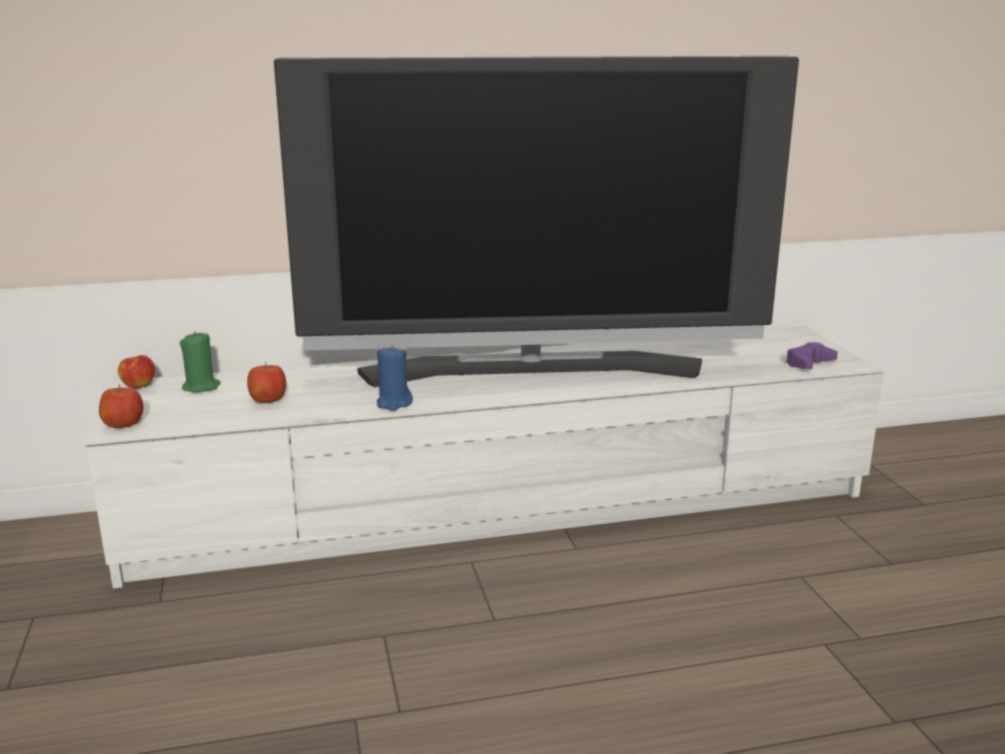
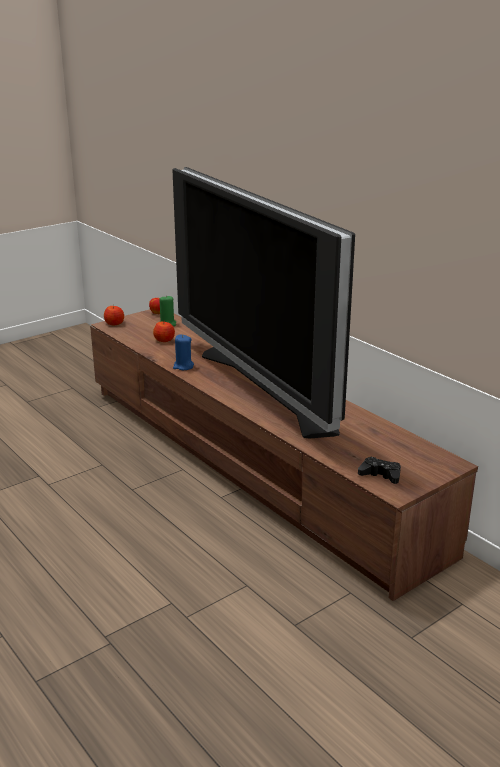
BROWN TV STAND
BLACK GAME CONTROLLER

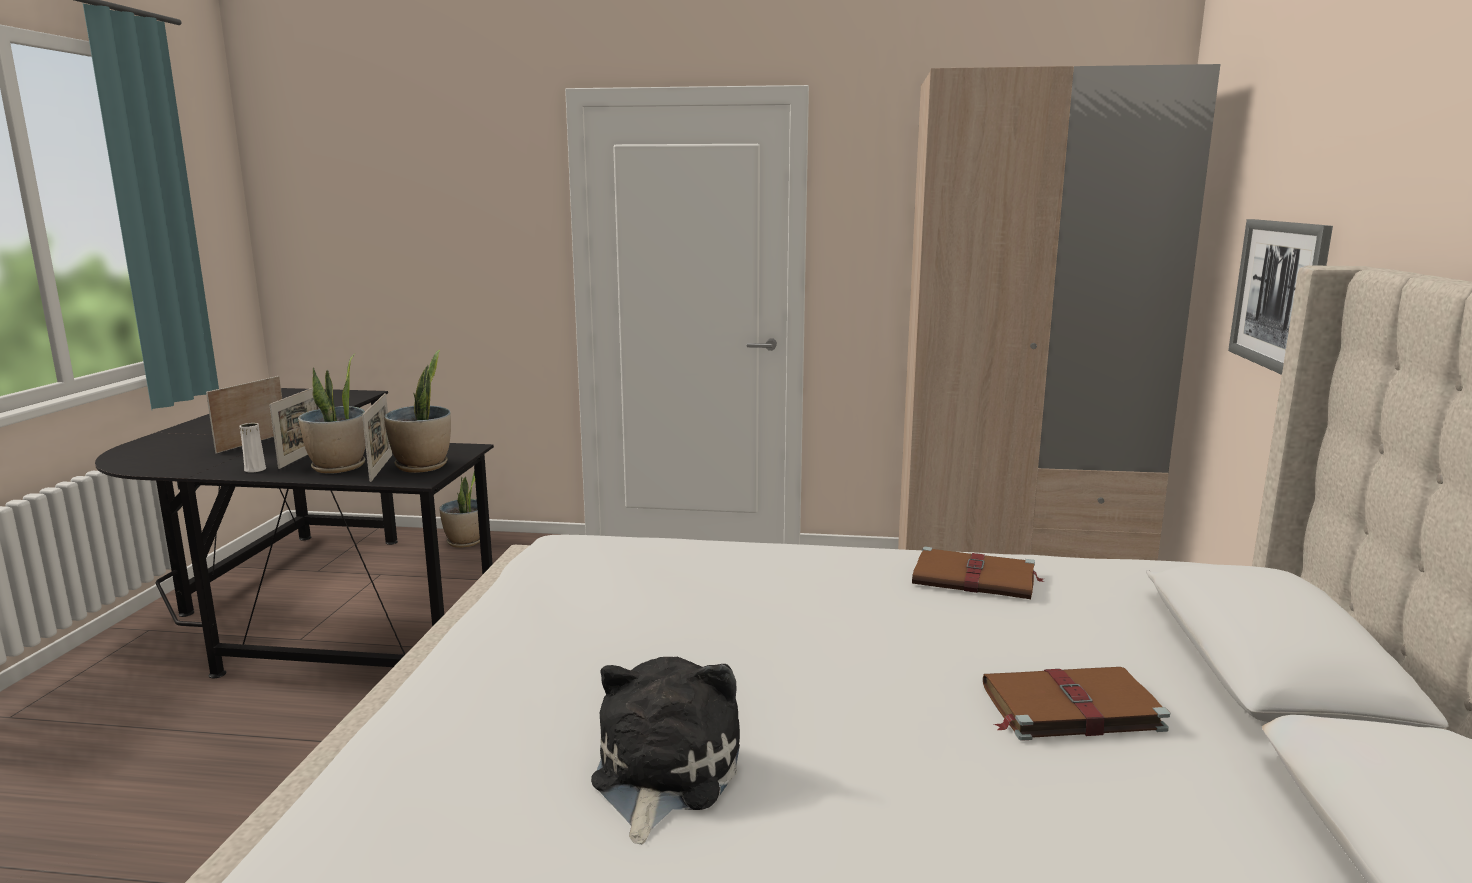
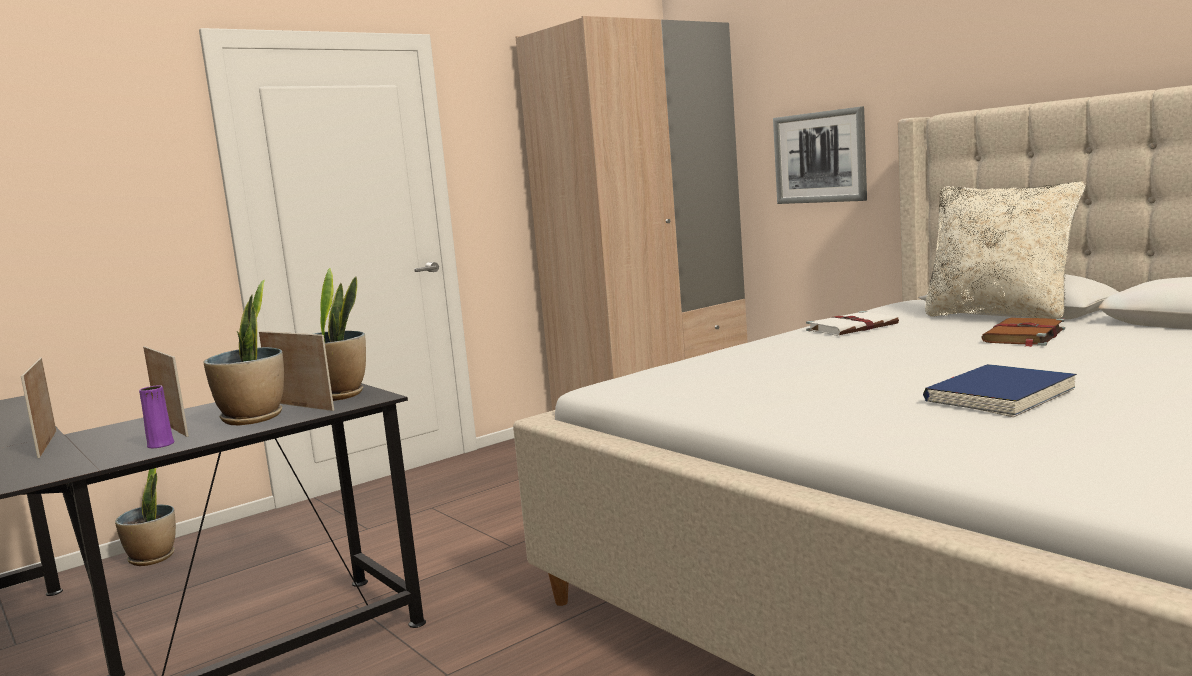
PURPLE VASE
WHITE BOOK
BLUE BOOK
BEIGE PILLOW

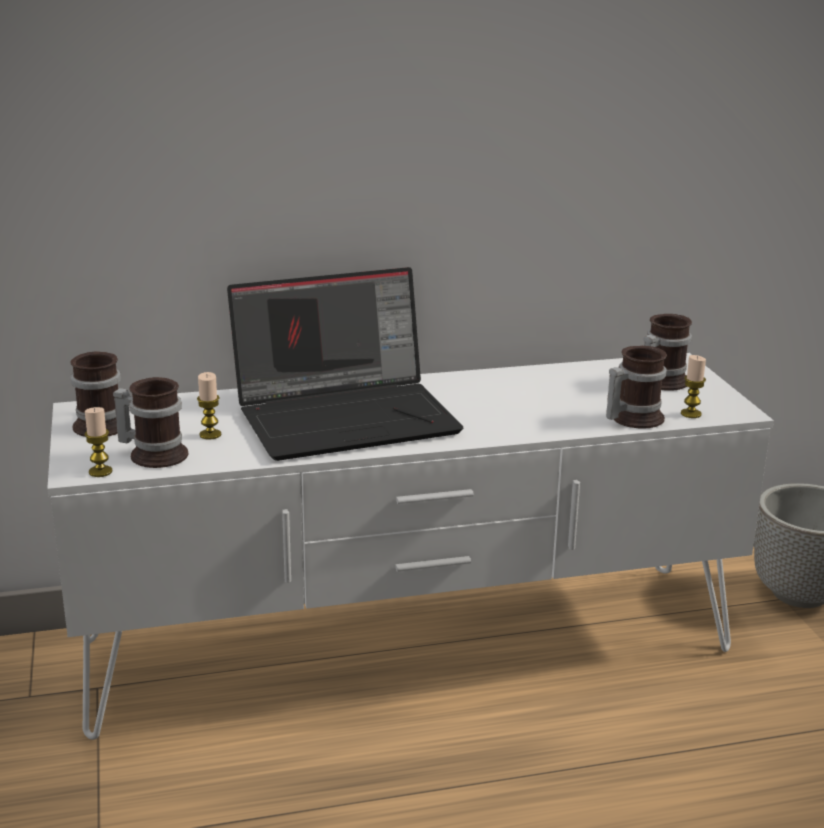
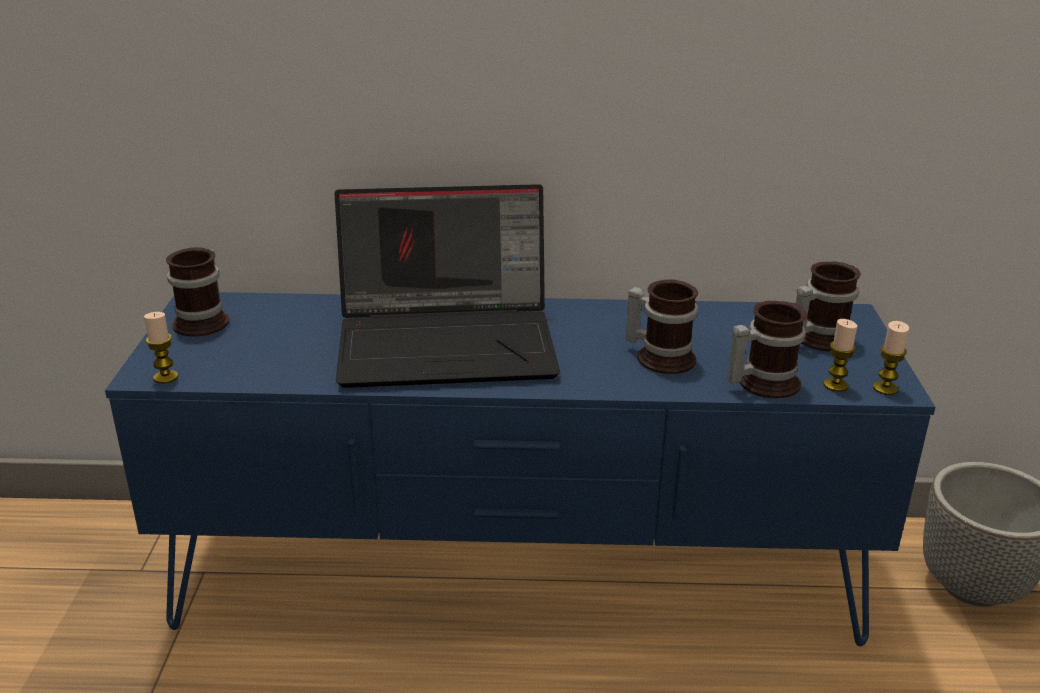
BLUE TV STAND
MUG (no. 2 from left)
CANDLE (no. 3 from left)

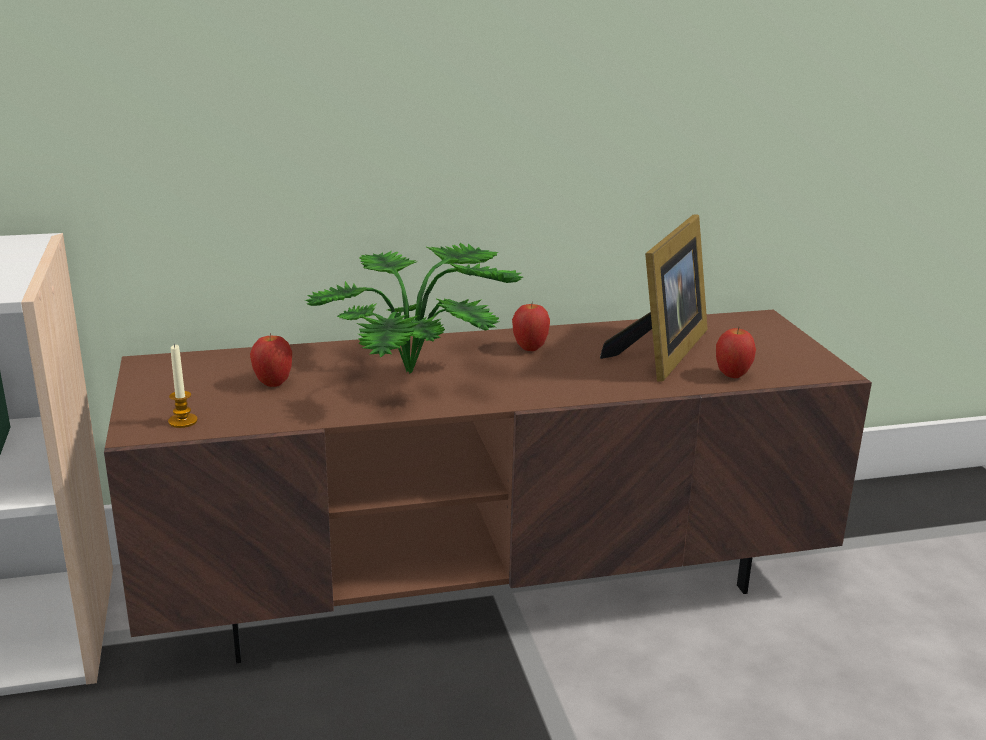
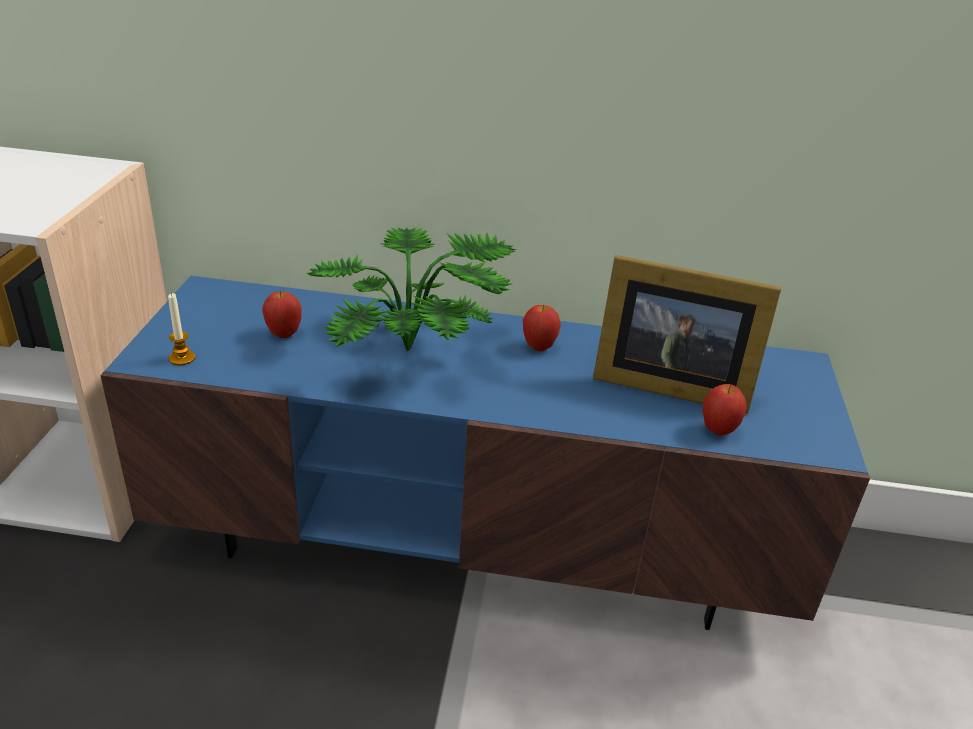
BLUE TV STAND
PICTURE FRAME

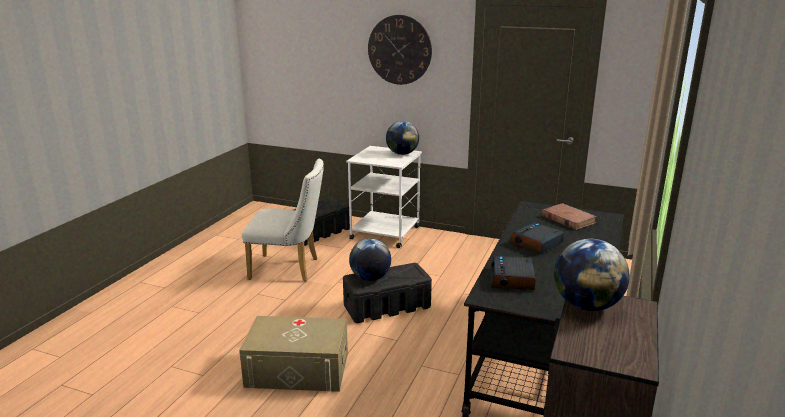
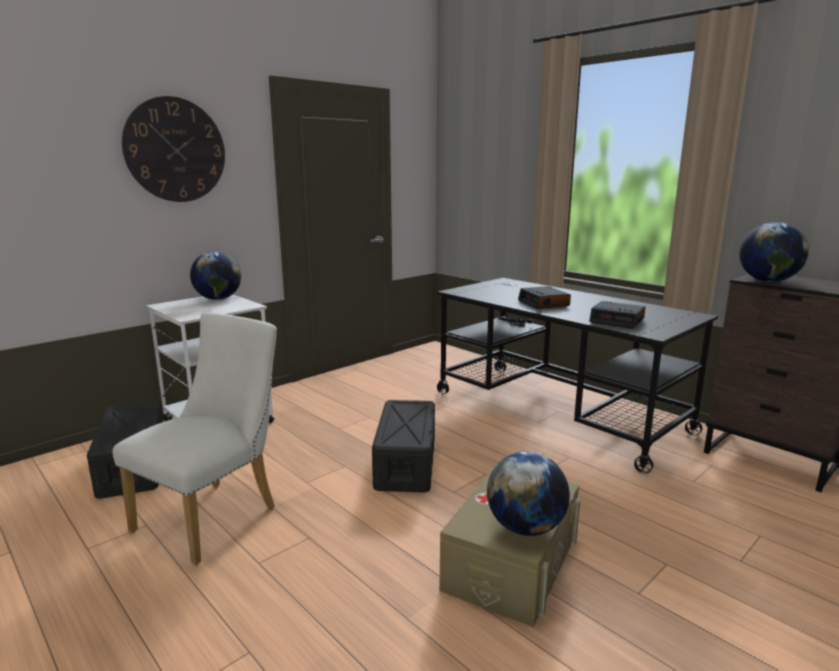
GLOBE (no. 2 from left)
BROWN BOOK

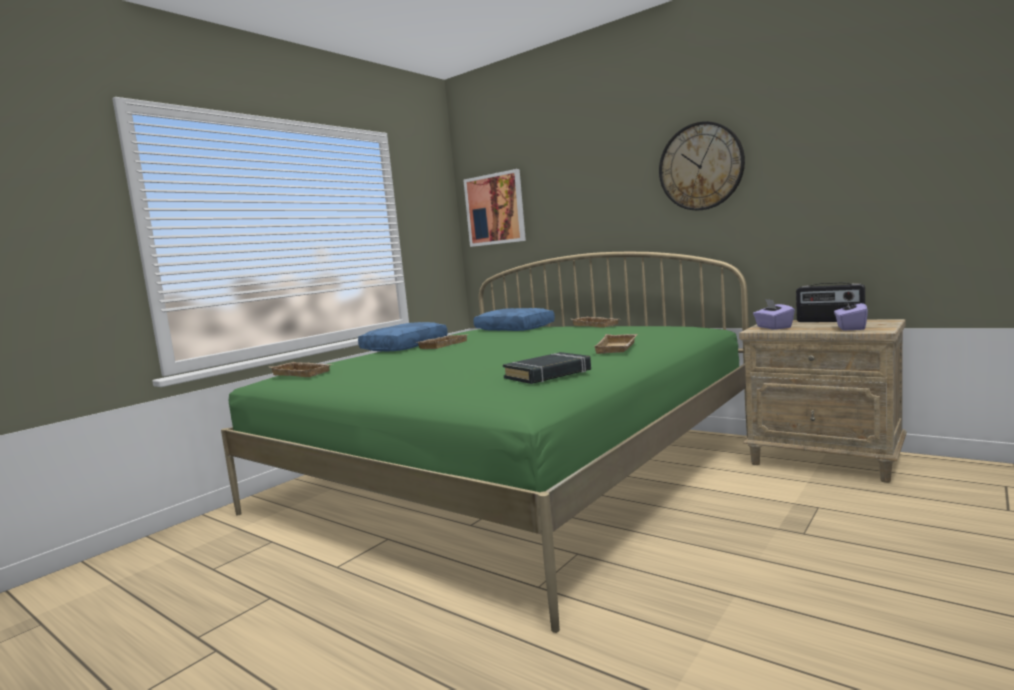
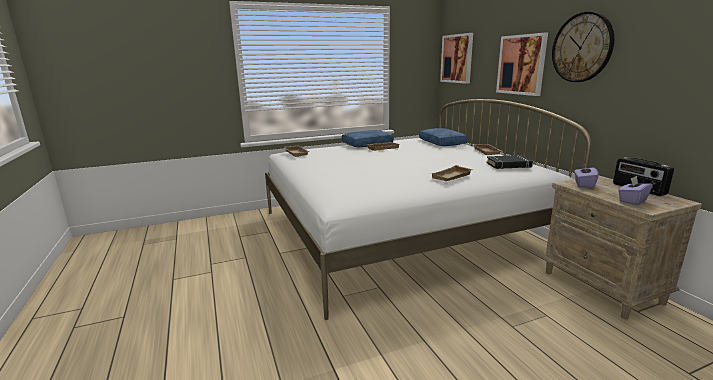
WHITE BED
BLACK BOOK
PICTURE (no. 2 from left)

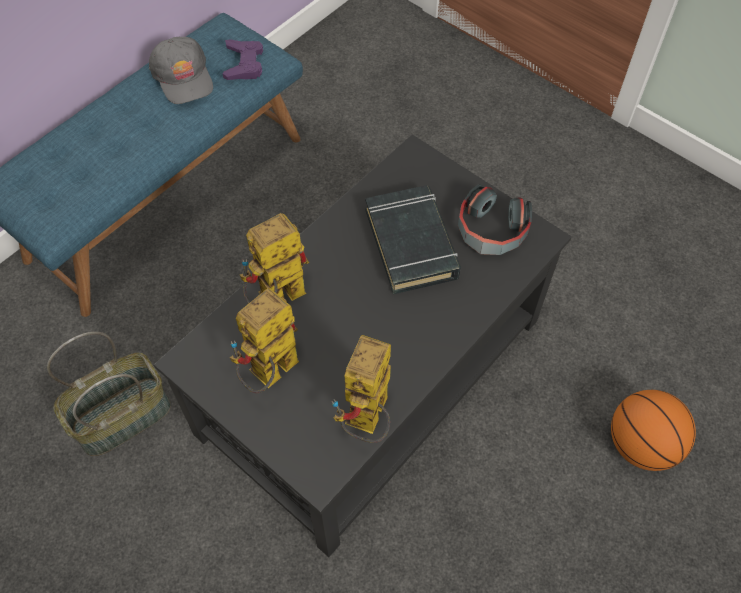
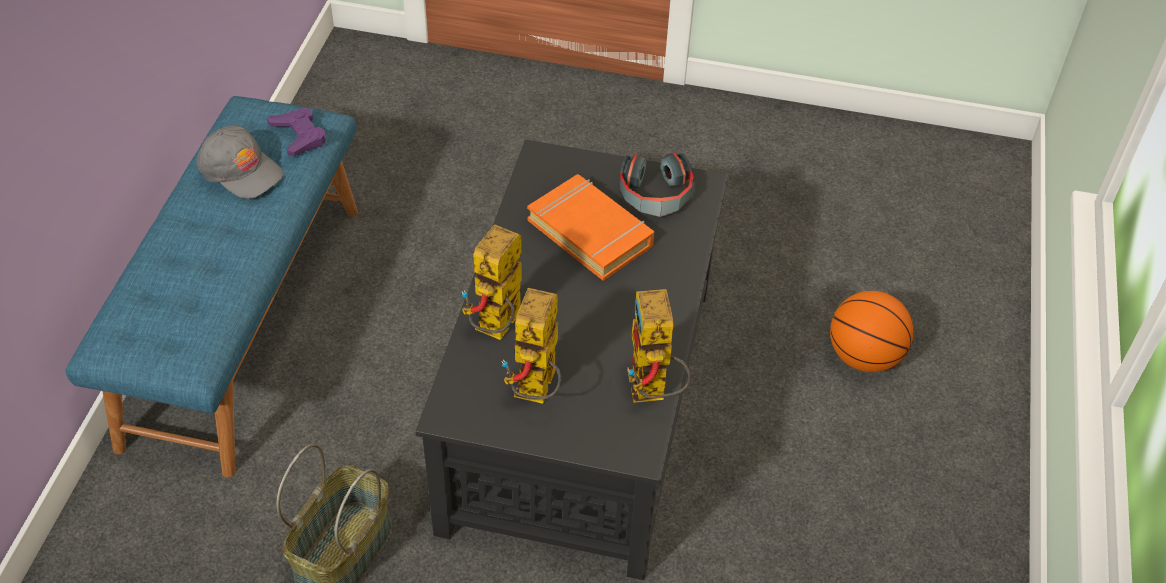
ORANGE BOOK

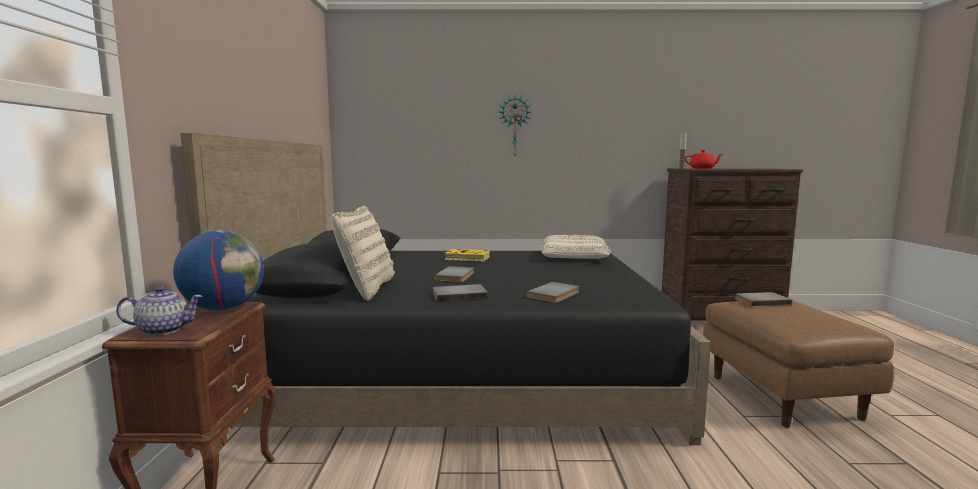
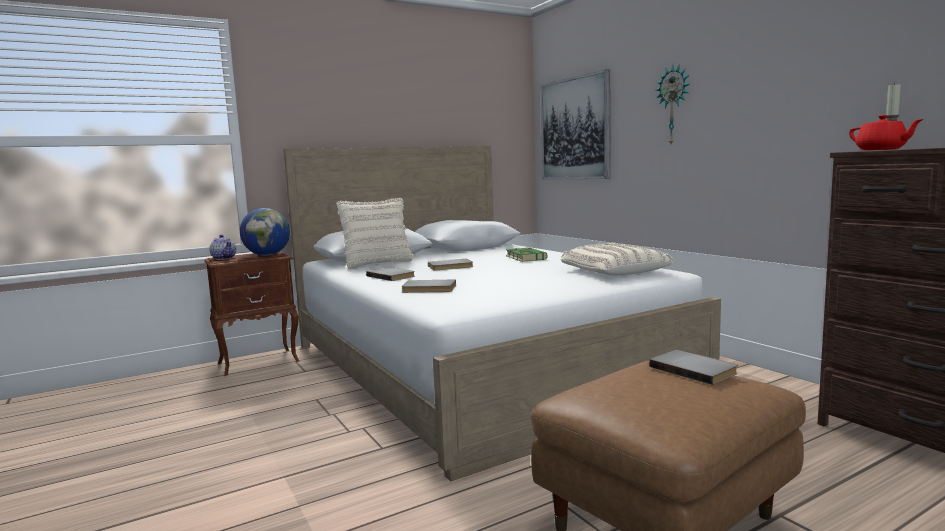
WHITE BED
GREEN BOOK
PICTURE

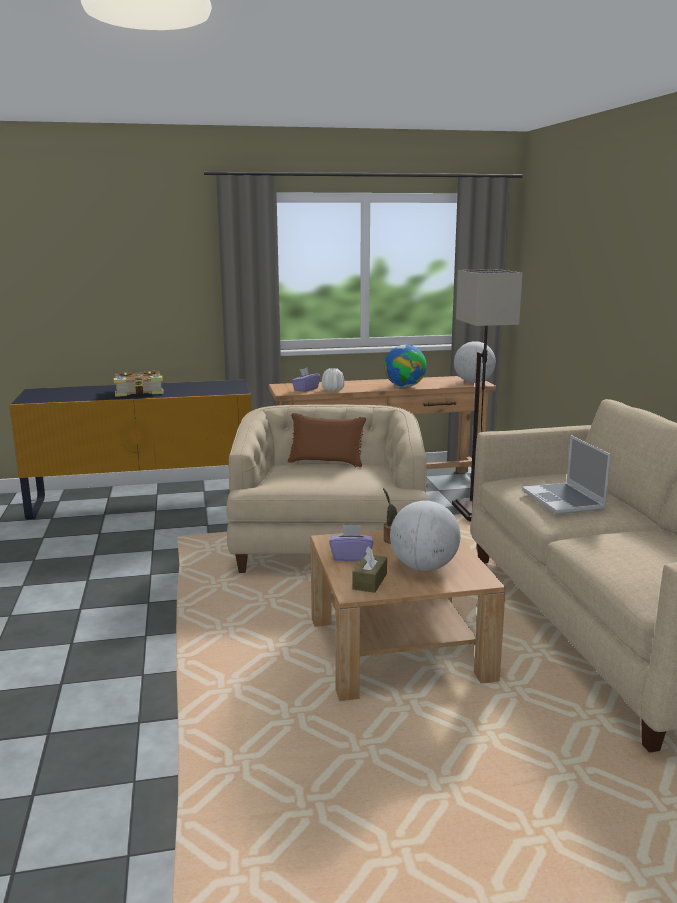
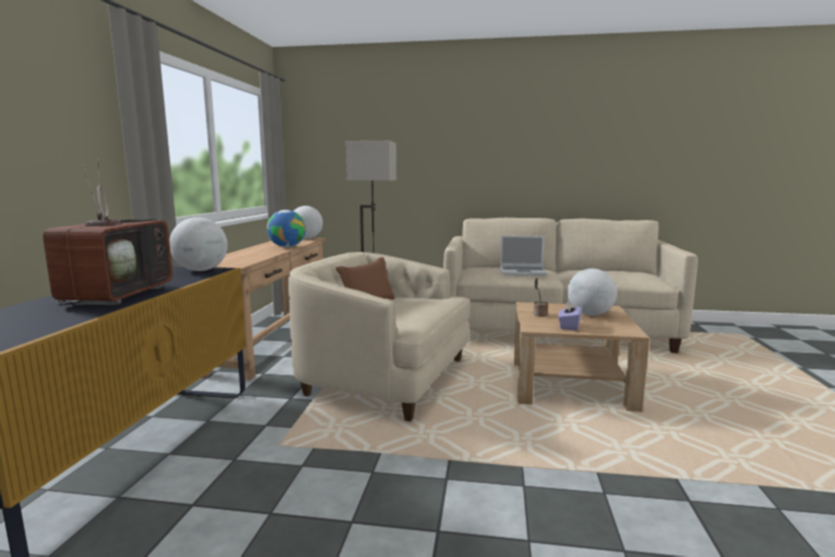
TELEVISION
GLOBE (no. 1 from left)
PURPLE TISSUE BOX (no. 1 from left in the first image)
WHITE VASE
BROWN TISSUE BOX

